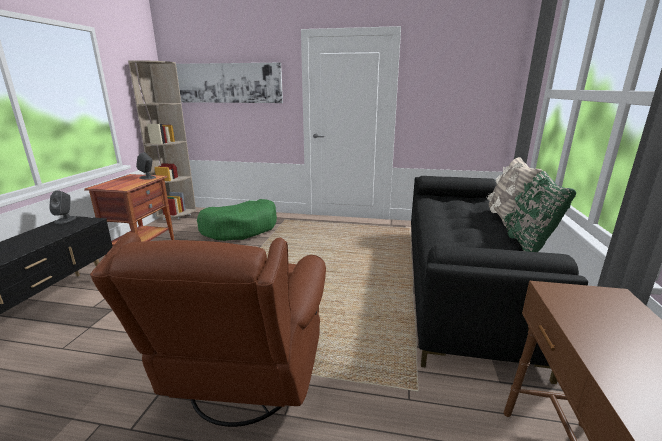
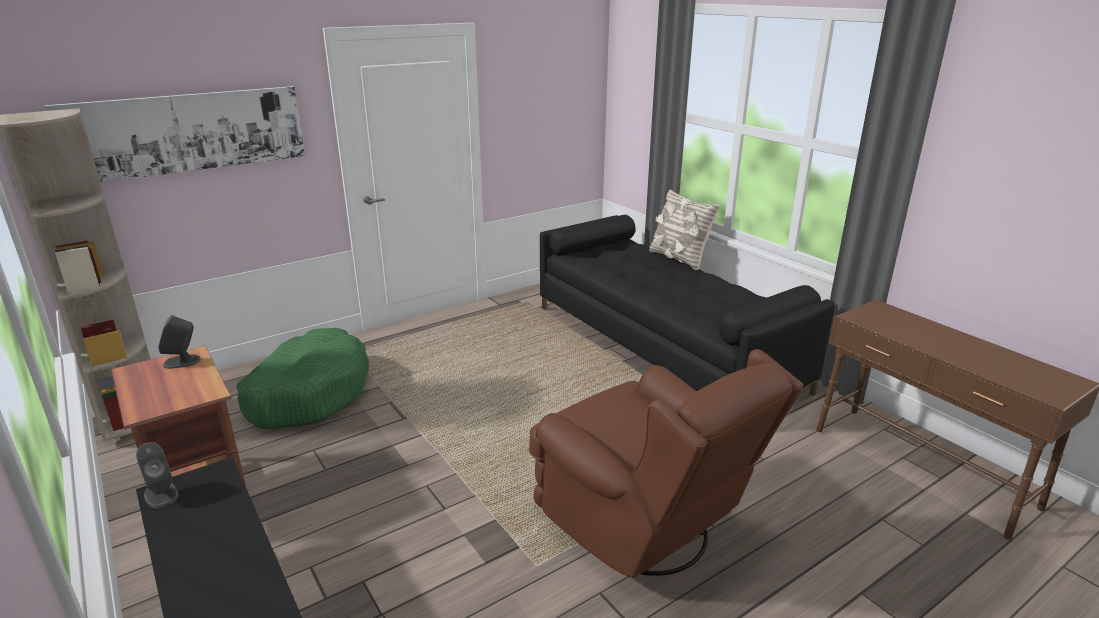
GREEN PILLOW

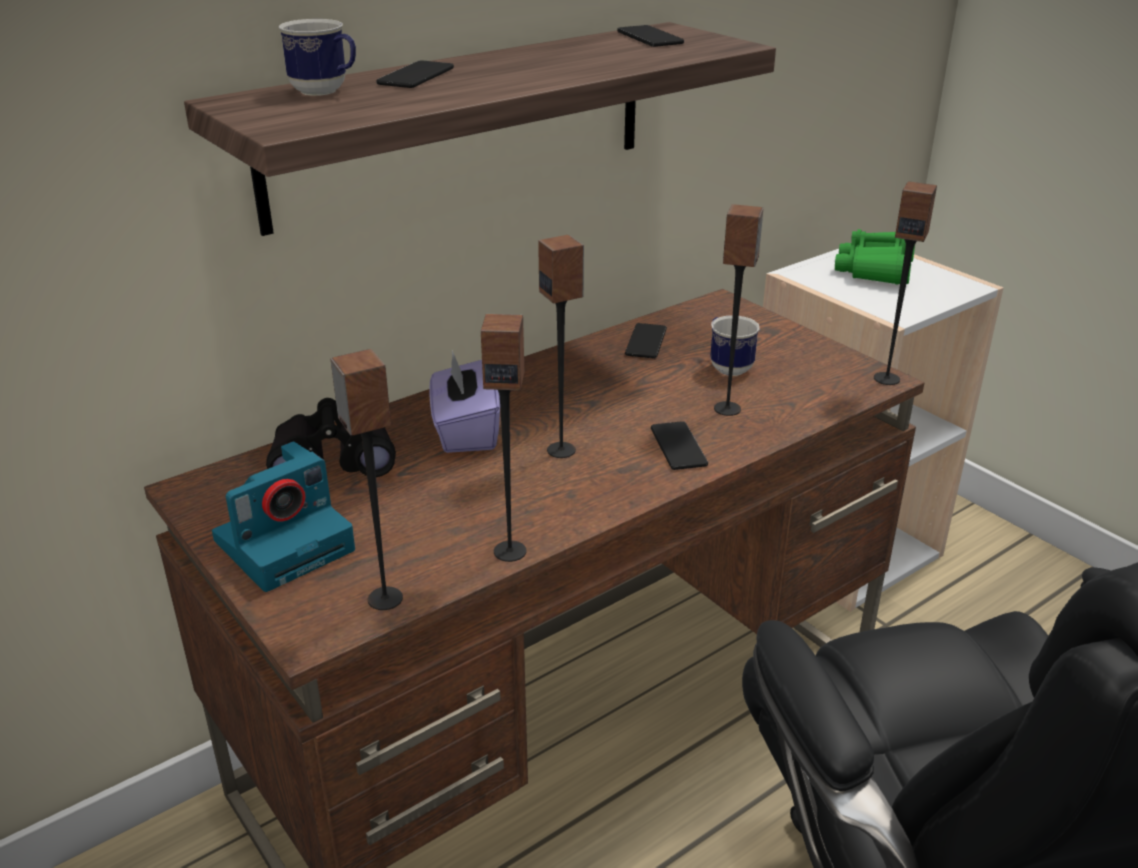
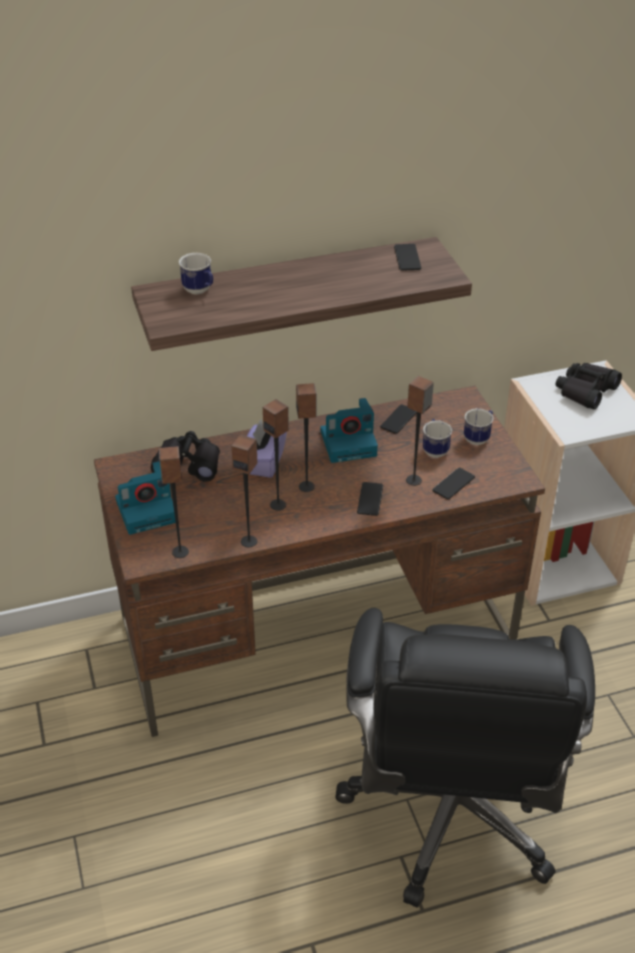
SPEAKER (no. 3 from left)
PHOTO CAMERA (no. 2 from left)
PHONE (no. 4 from left)
MUG (no. 3 from left)
BLACK BINOCULARS (no. 2 from left)

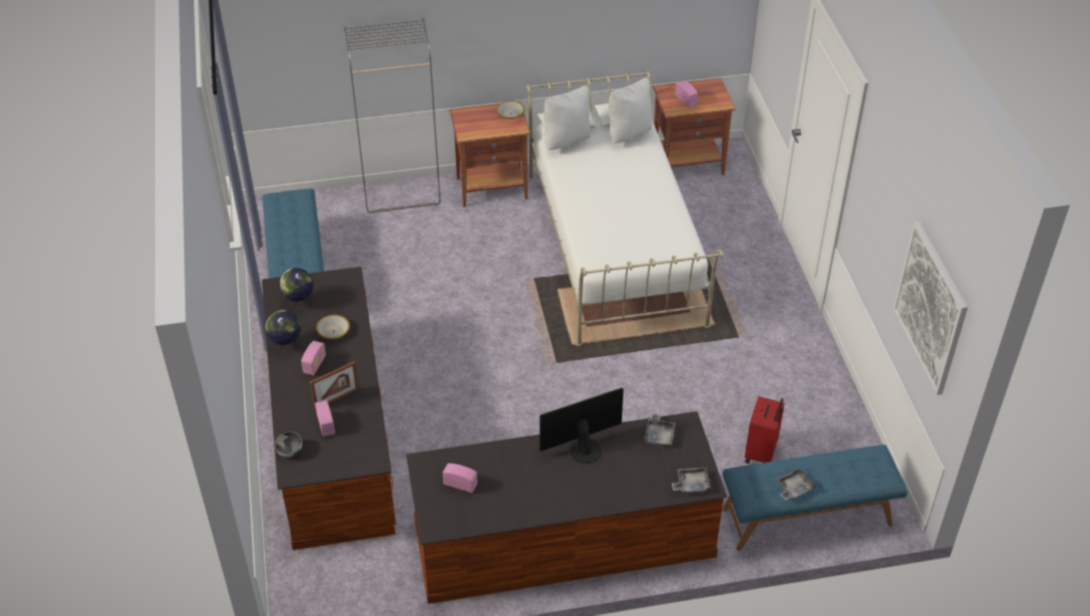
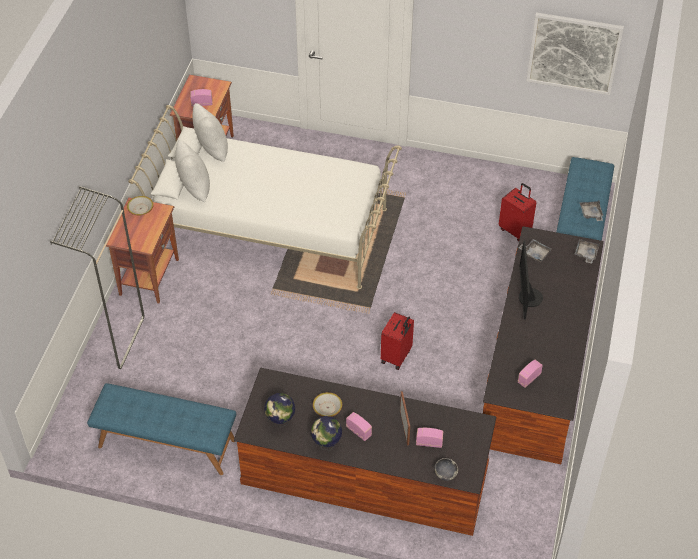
RED SUITCASE (no. 1 from left)

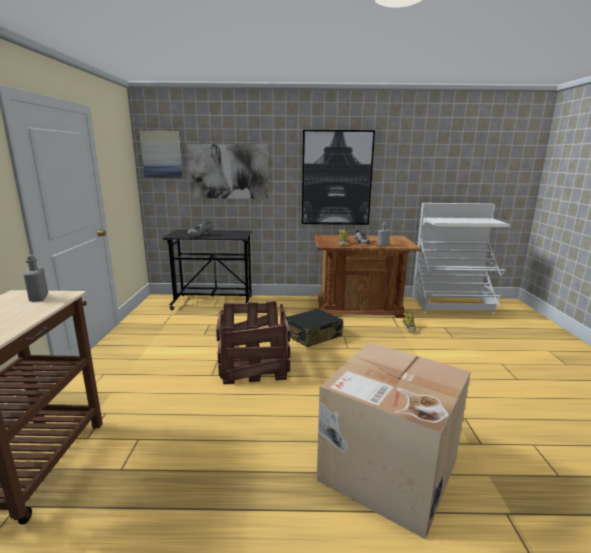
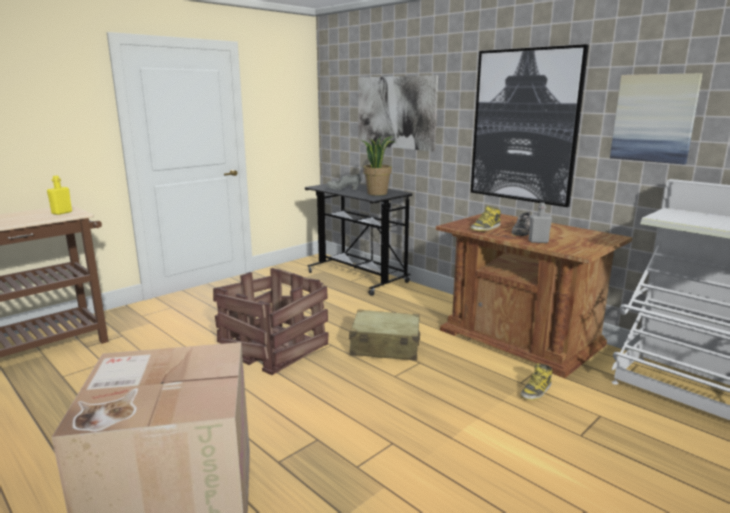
YELLOW BOTTLE
BEIGE SUITCASE
POTTED PLANT
PICTURE (no. 3 from left)

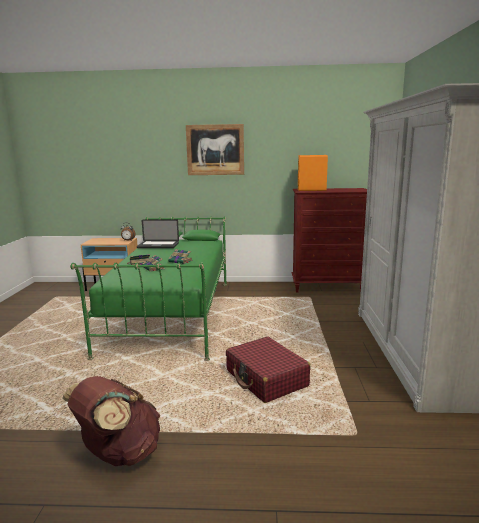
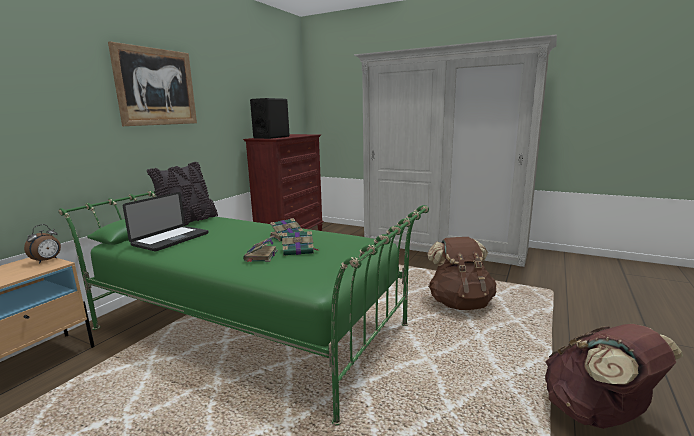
BLACK PILLOW
BLACK SPEAKER
BROWN BACKPACK (no. 1 from left)

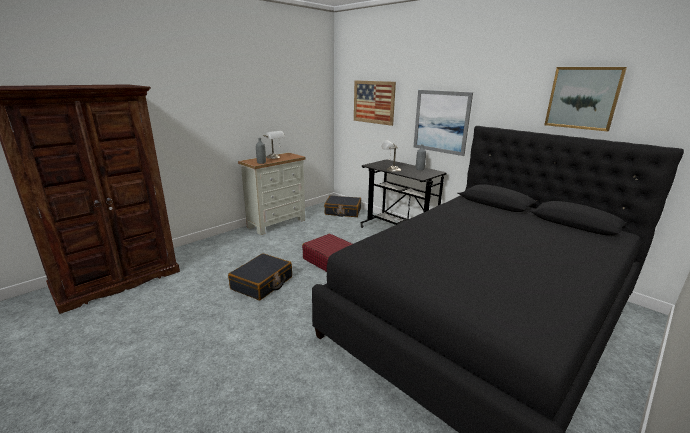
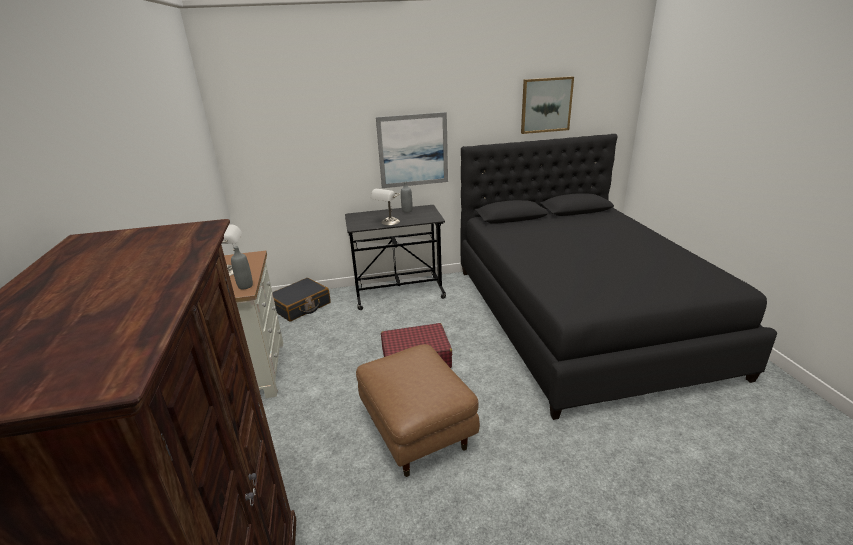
BROWN OTTOMAN
PICTURE (no. 1 from left in the first image)

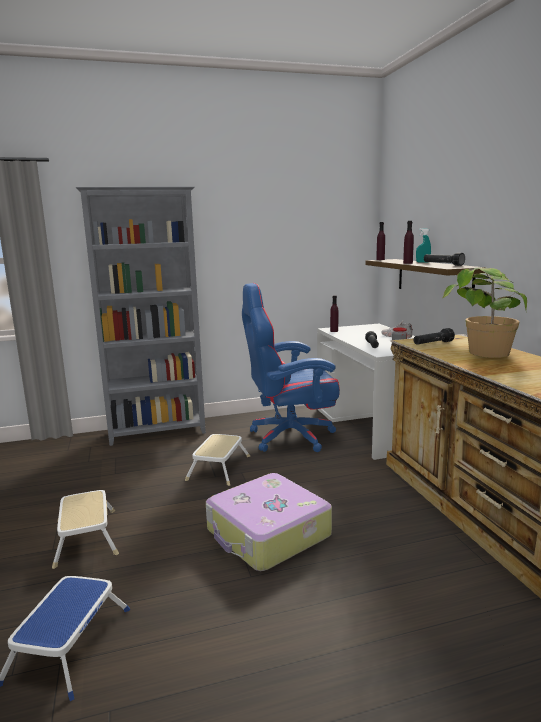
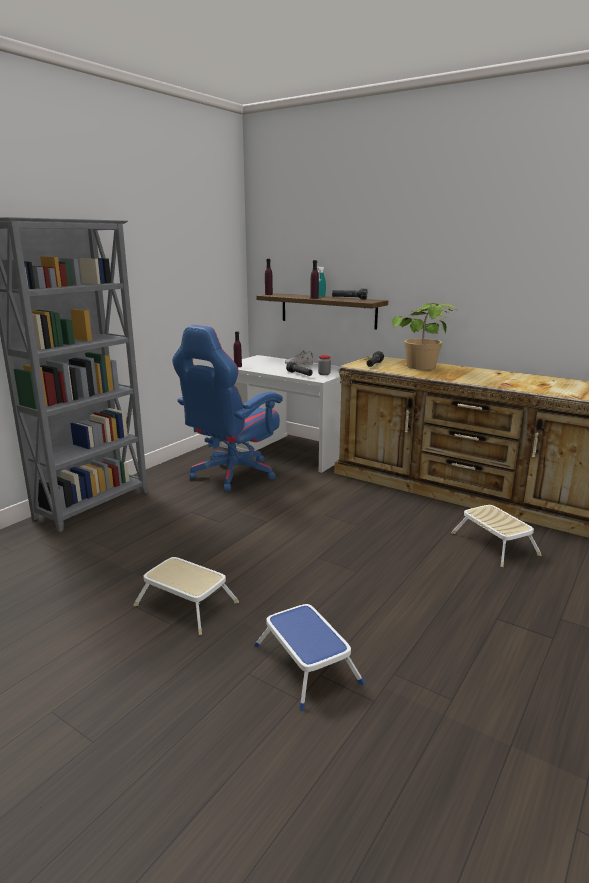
BEIGE STEP LADDER (no. 2 from left)
SUITCASE

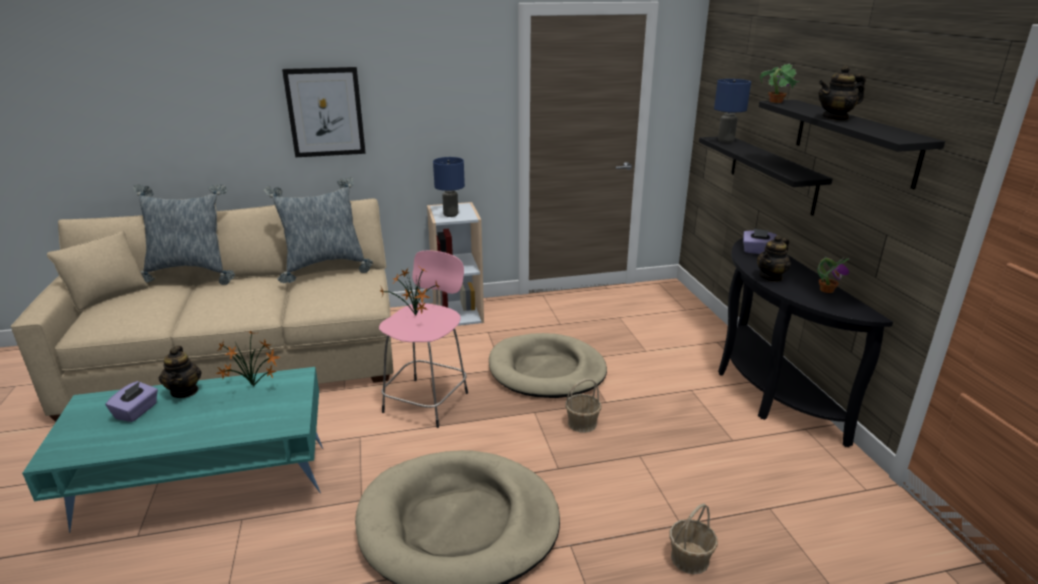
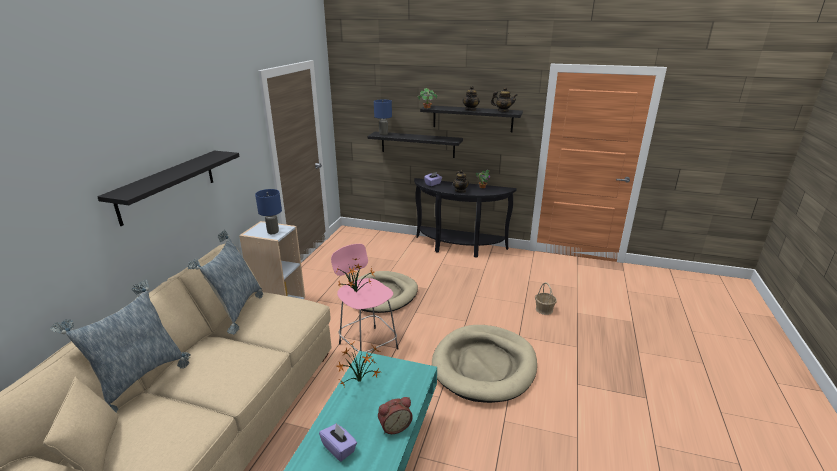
BLACK SHELF (no. 1 from left)
ALARM CLOCK
TEAPOT (no. 3 from left)
BASKET (no. 1 from left in the first image)

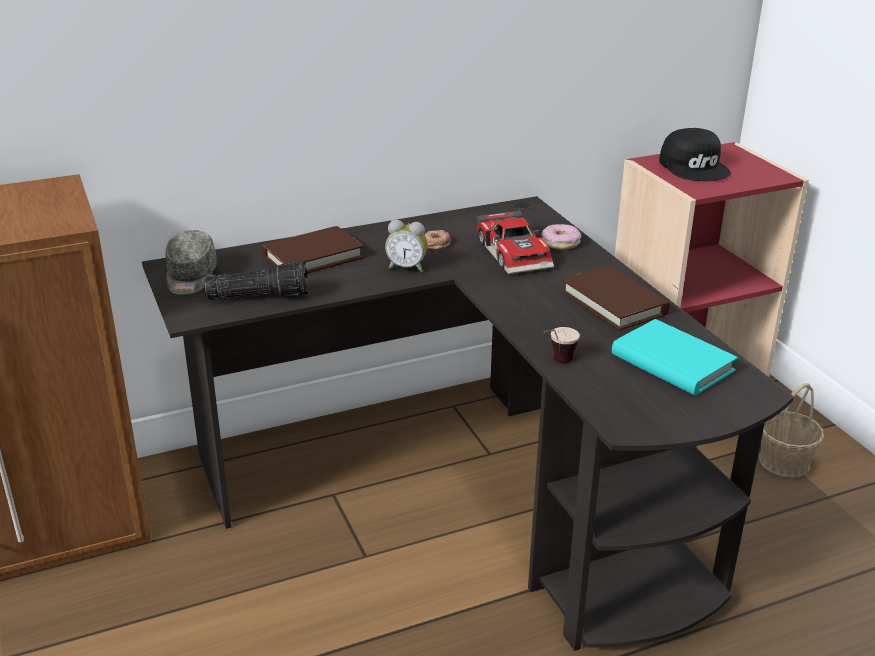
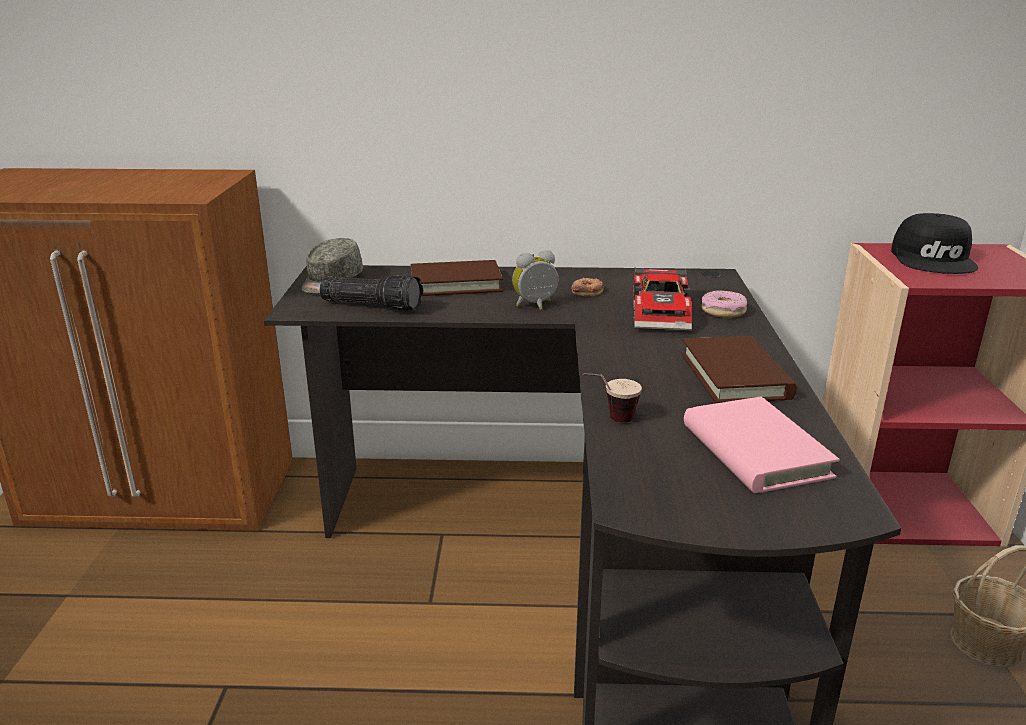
ALARM CLOCK
PINK BOOK

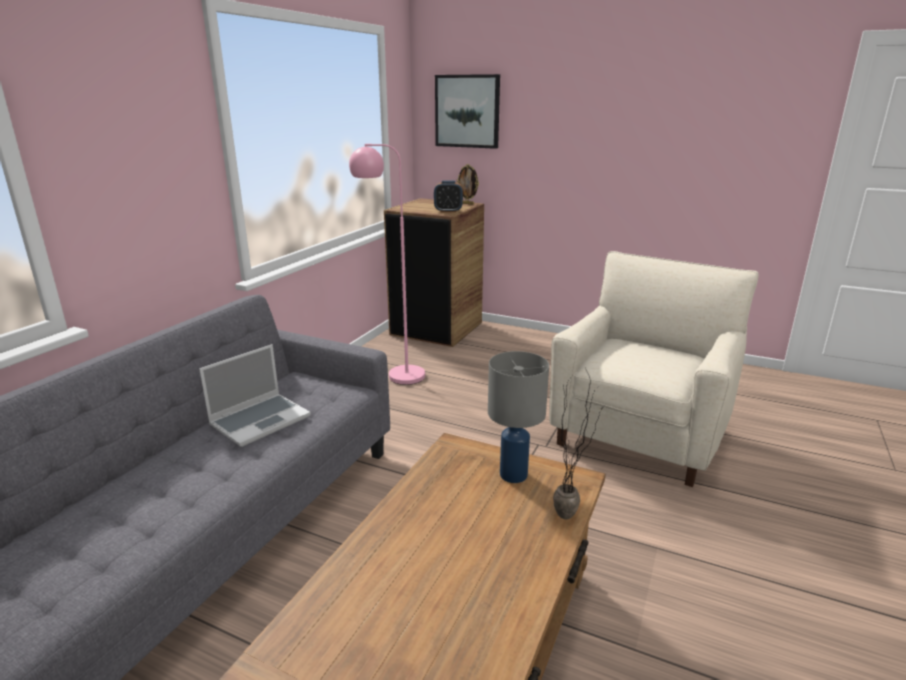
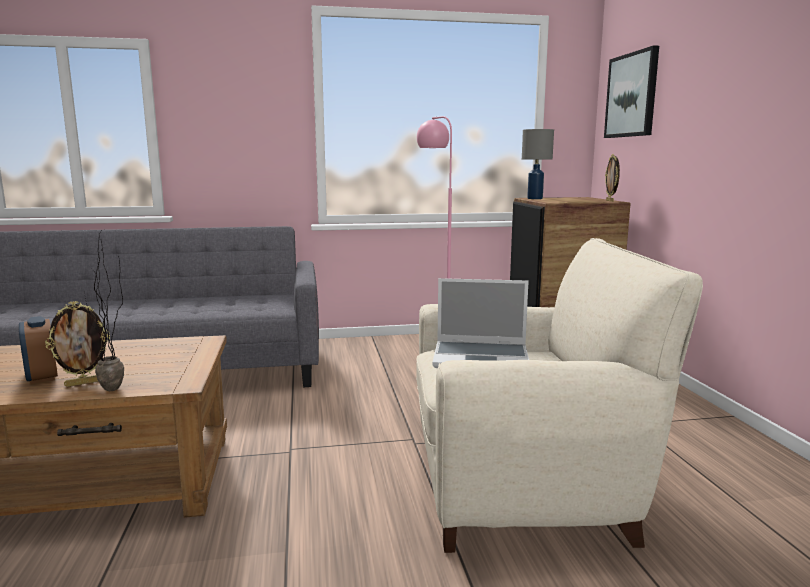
ALARM CLOCK
PICTURE FRAME (no. 1 from left)
LAPTOP
GREY TABLE LAMP

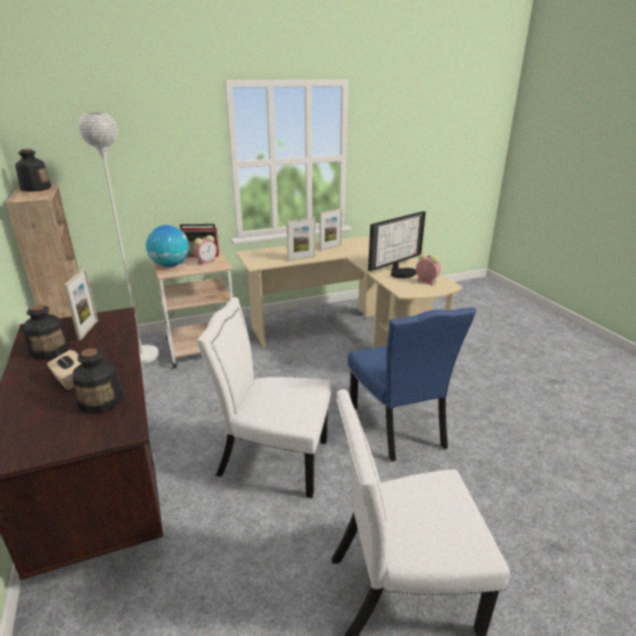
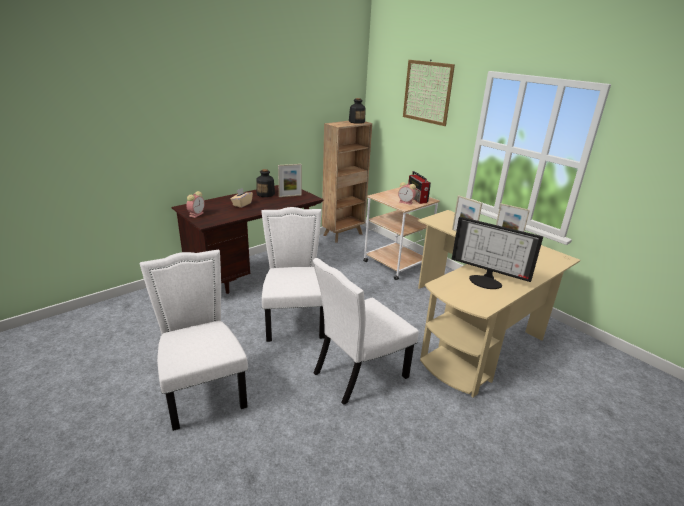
ALARM CLOCK (no. 1 from left)
WHITE CHAIR (no. 3 from left)
PICTURE
BOTTLE (no. 3 from left in the first image)
WHITE FLOOR LAMP
GLOBE

